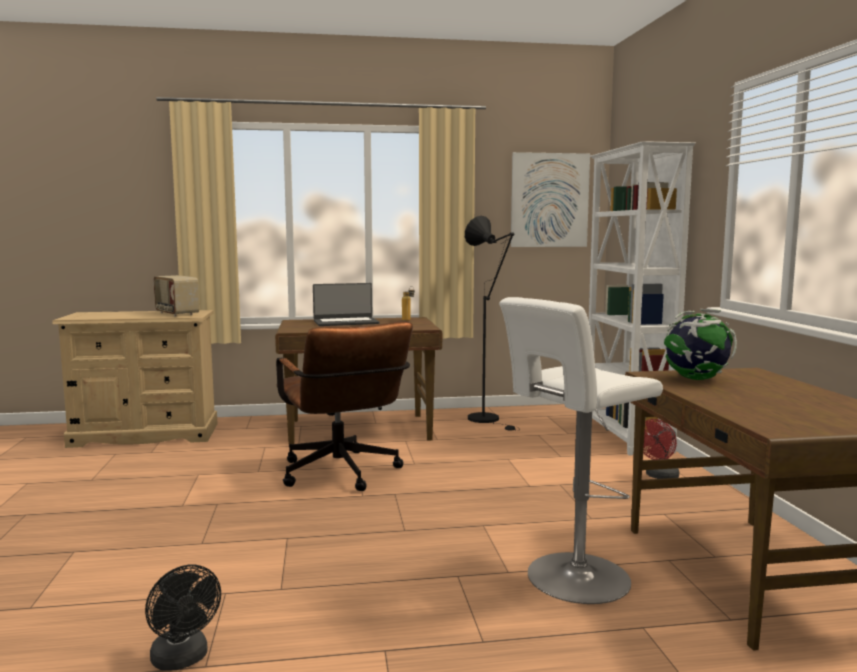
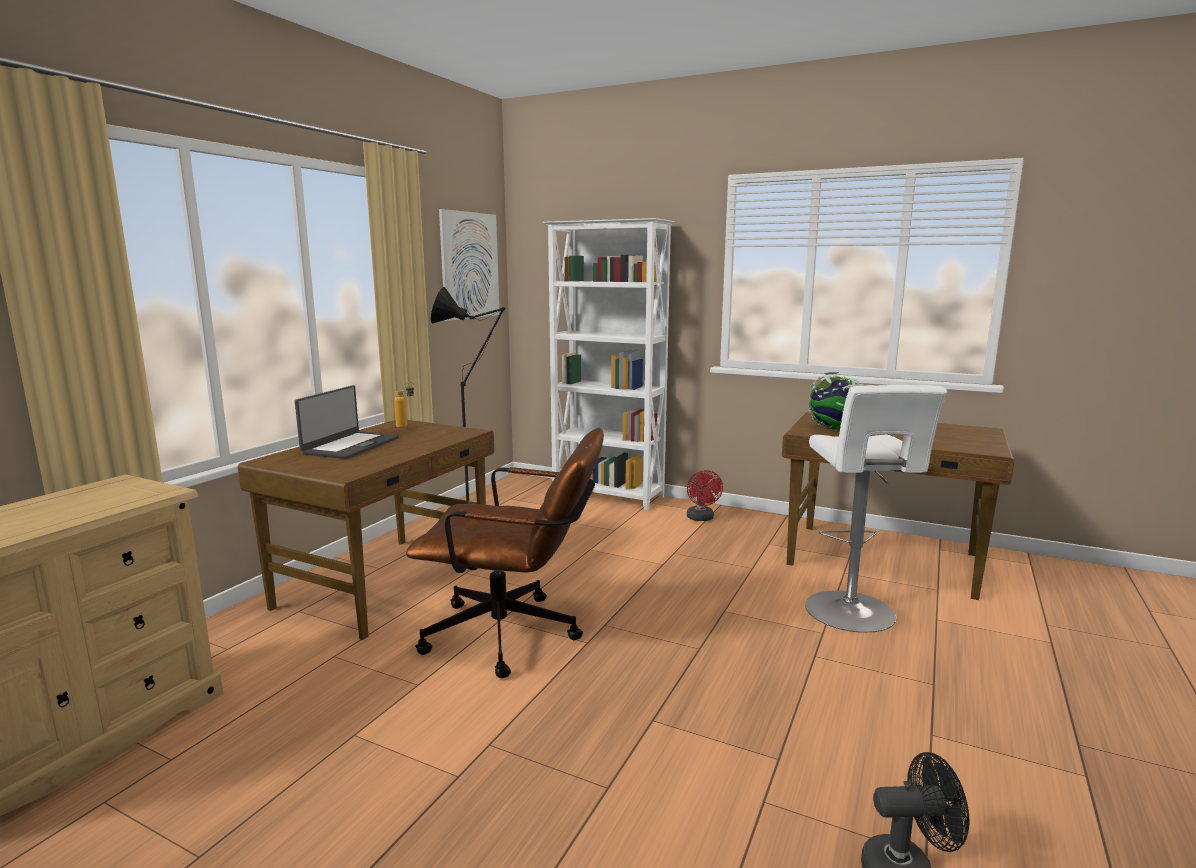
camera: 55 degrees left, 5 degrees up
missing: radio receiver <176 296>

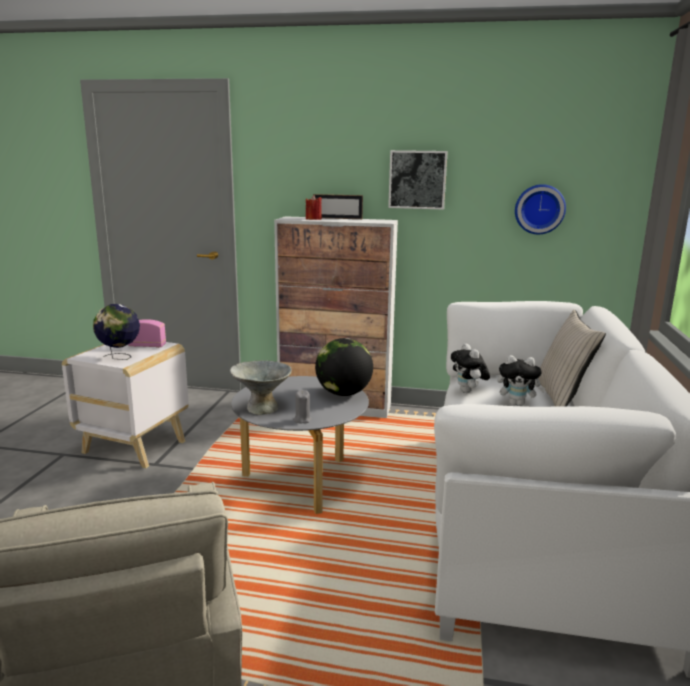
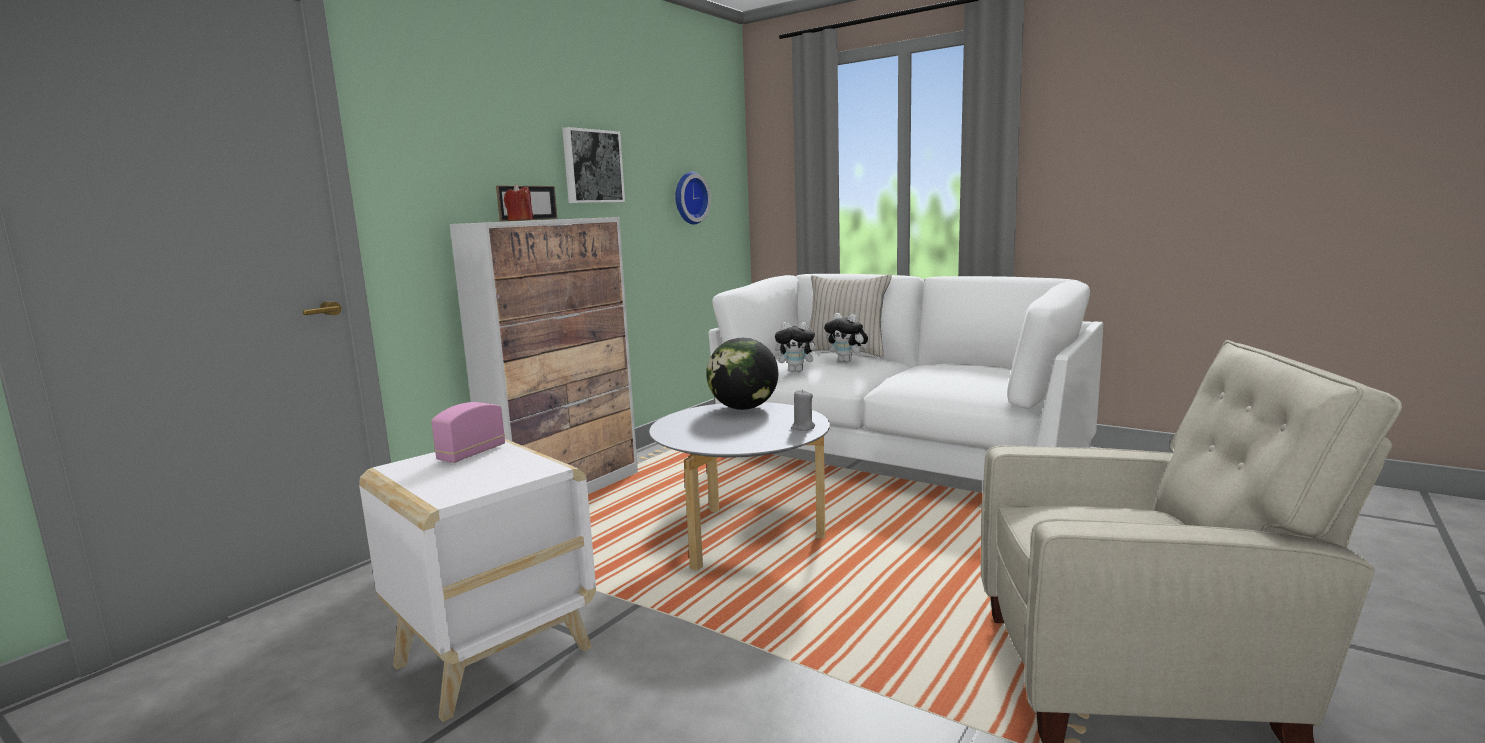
camera: 65 degrees left, 5 degrees down
missing: globe <116 332>; gray serving bowl <261 387>
spun: cuddly toy <521 380> = <846 338> 90 degrees clockwise

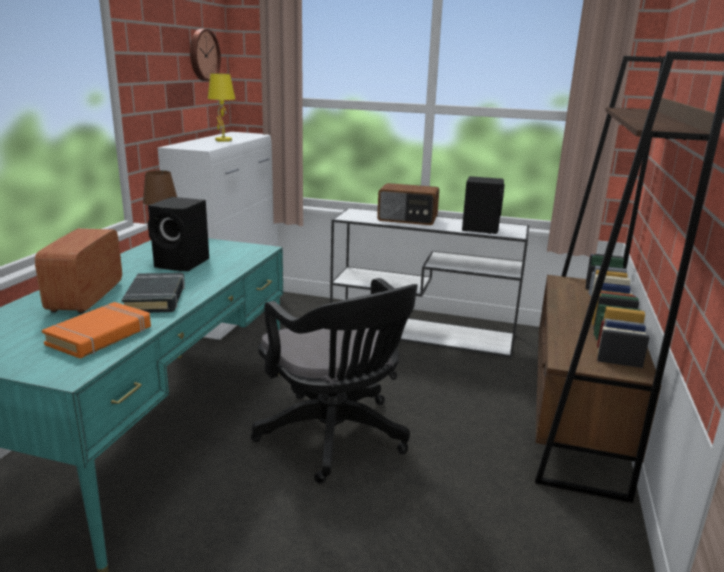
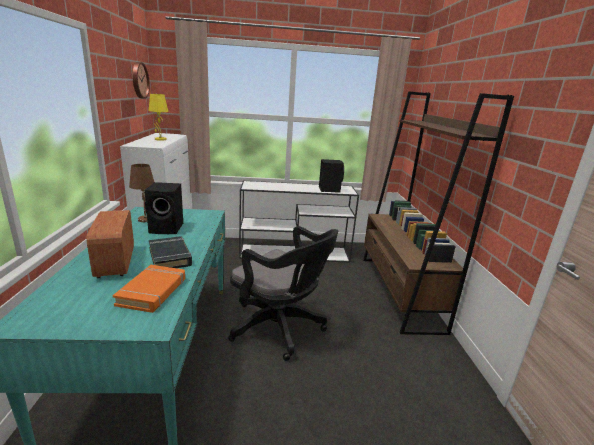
camera: 20 degrees left, 0 degrees up
missing: radio receiver <408 204>

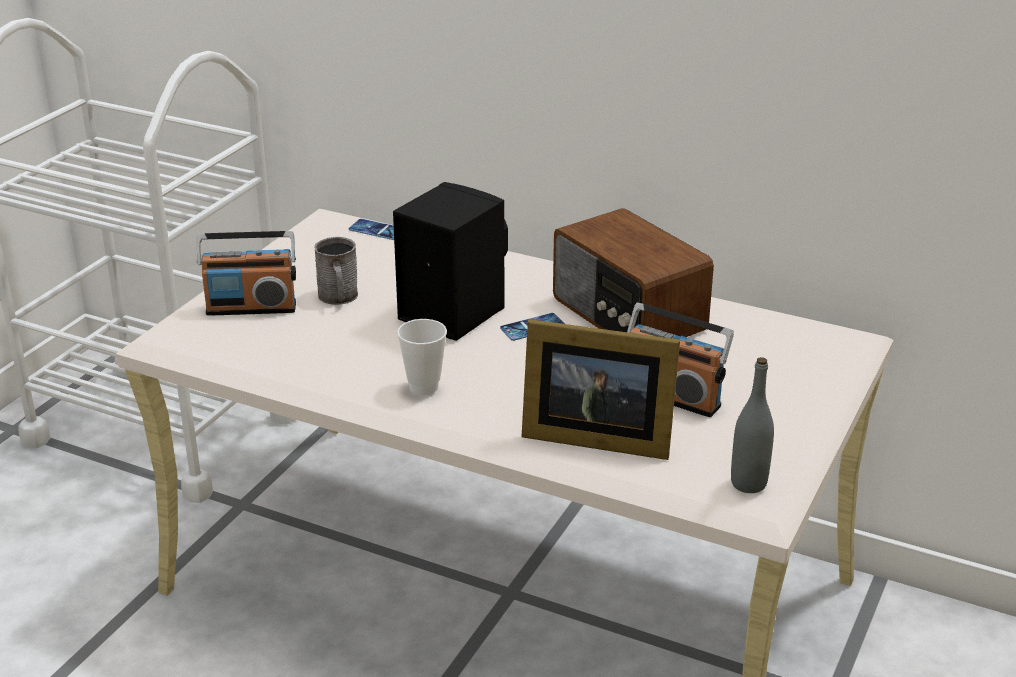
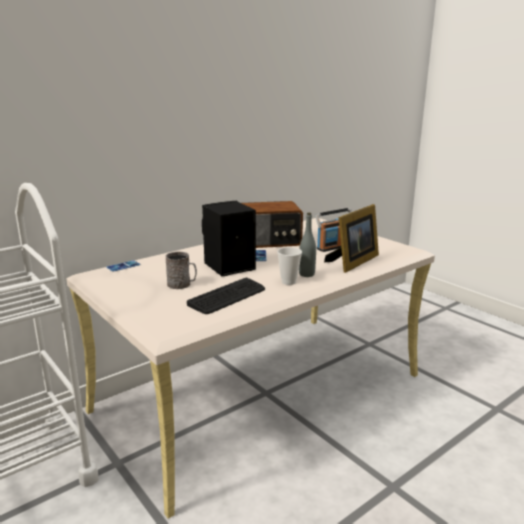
camera: 65 degrees left, 10 degrees down
missing: radio receiver <246 273>
appeared: PC keyboard <226 296>
relocated: gray drink bottle <752 425> to <307 245>

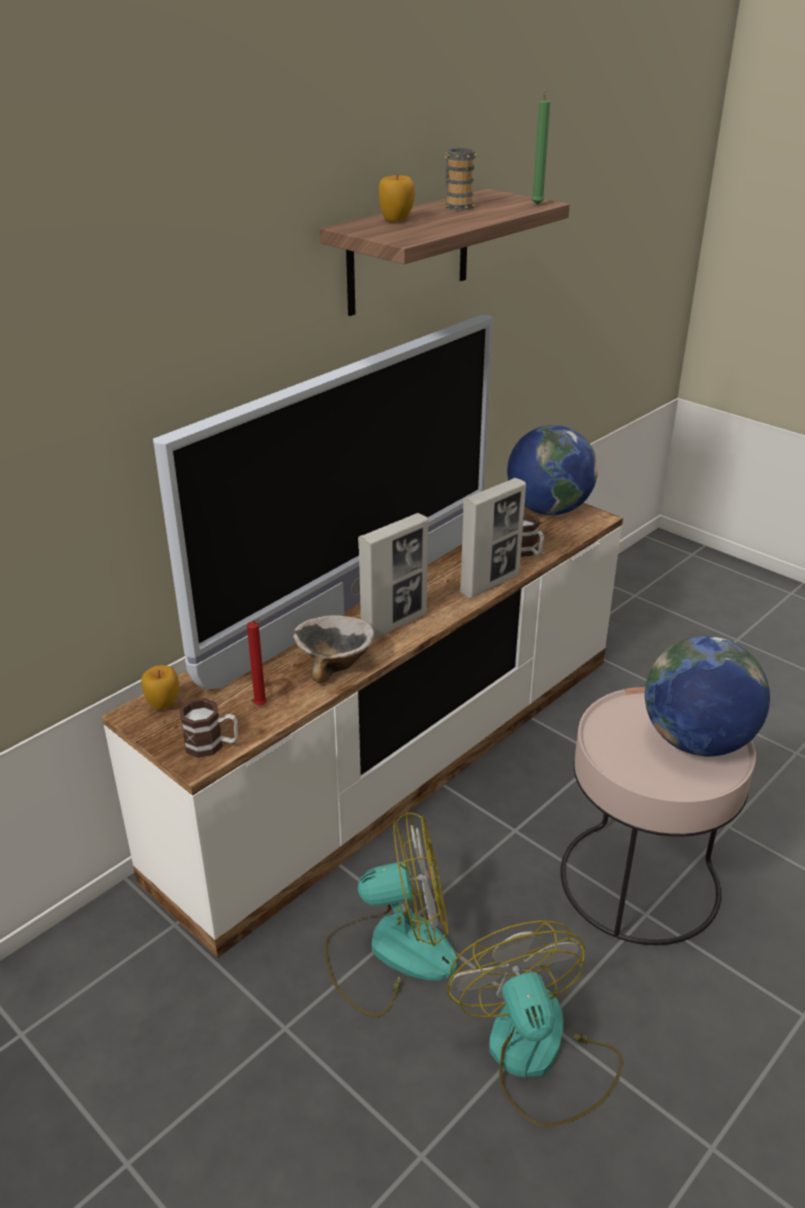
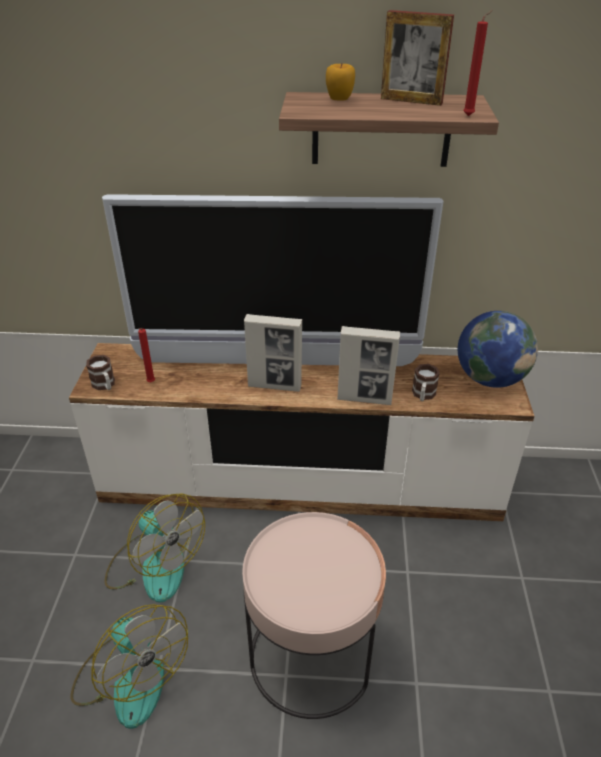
camera: 50 degrees right, 5 degrees up
missing: serving bowl <333 649>; globe <707 696>; apple fruit <160 687>
exchanged: tea mug <461 179> to standing frame <417 58>
colour: green-coloured wax light <540 146> to red wax light <478 63>
spun: fan <535 1024> = <129 666> 105 degrees clockwise

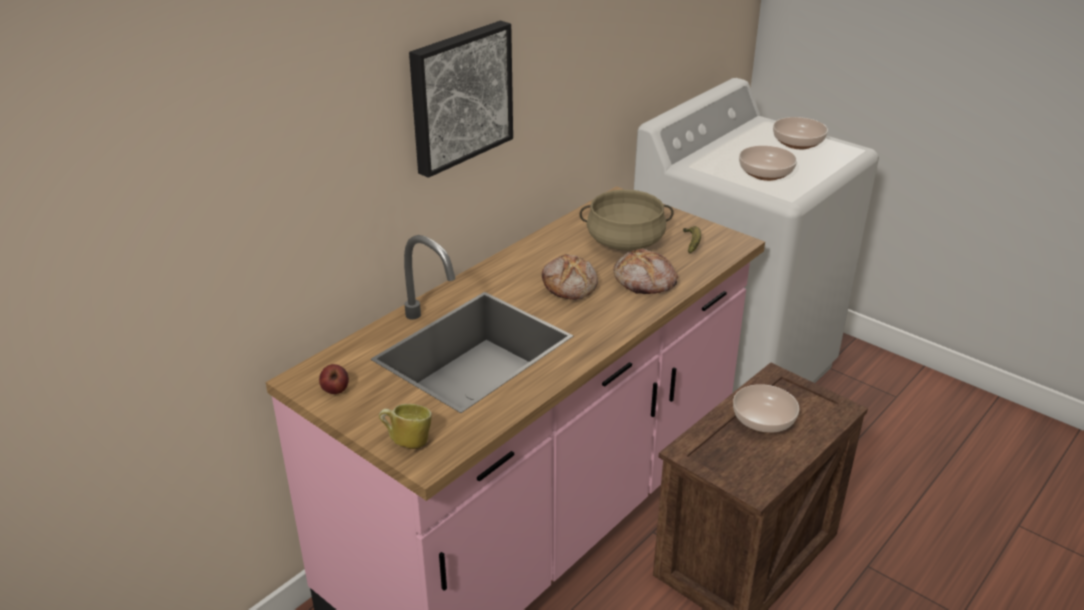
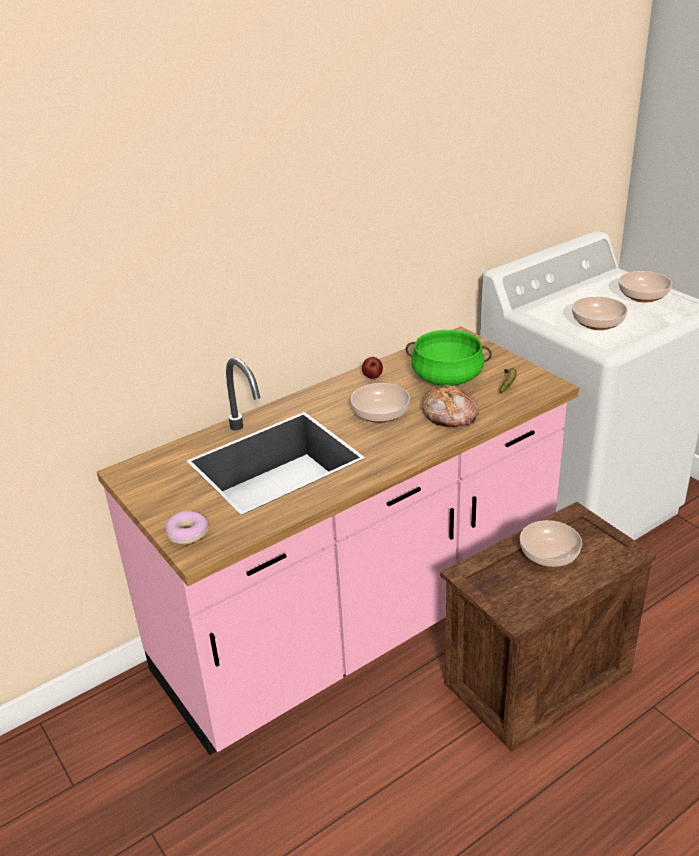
camera: 15 degrees right, 0 degrees up
missing: wall picture <461 99>
relocated: apple fruit <334 379> to <372 368>
exchanged: bread <570 277> to serving bowl <380 403>; tea mug <405 426> to ring doughnut <187 528>
colour: sand-coloured stockpot <626 220> to green-coloured stockpot <449 358>

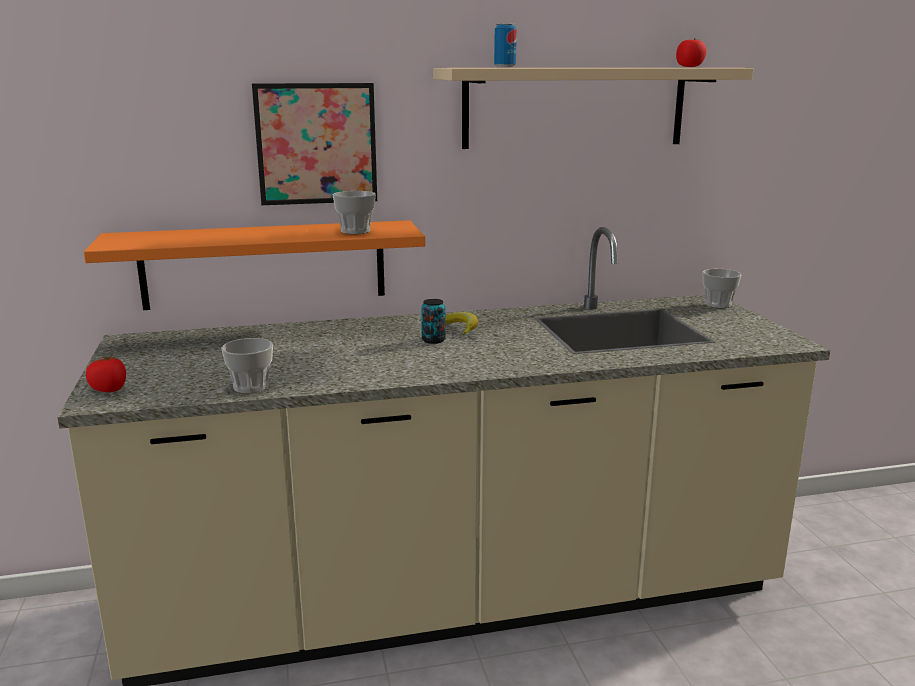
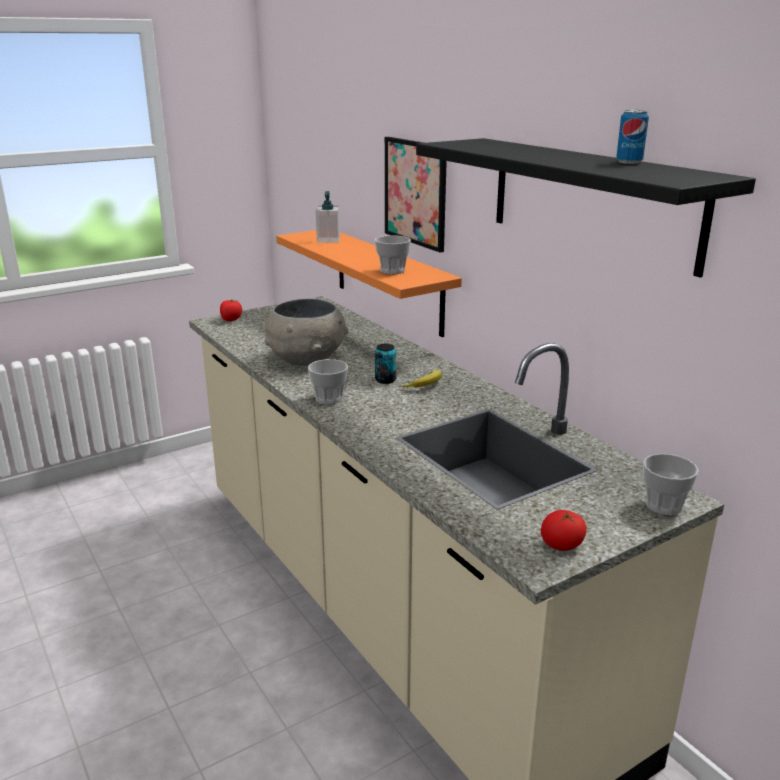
camera: 70 degrees right, 5 degrees up
appeared: liquid soap bottle <328 217>; gray serving bowl <306 332>
relocated: metal can <505 45> to <632 136>; tomato <691 52> to <564 530>; small cup <247 366> to <328 382>
colour: sand-coloured wall shelf <593 108> to blackish wall shelf <586 207>

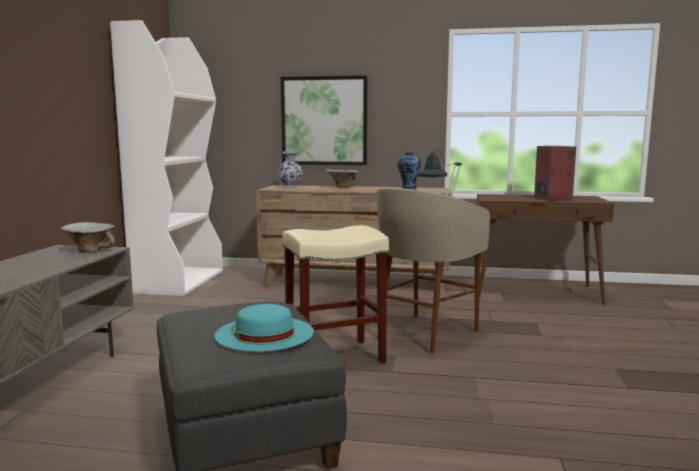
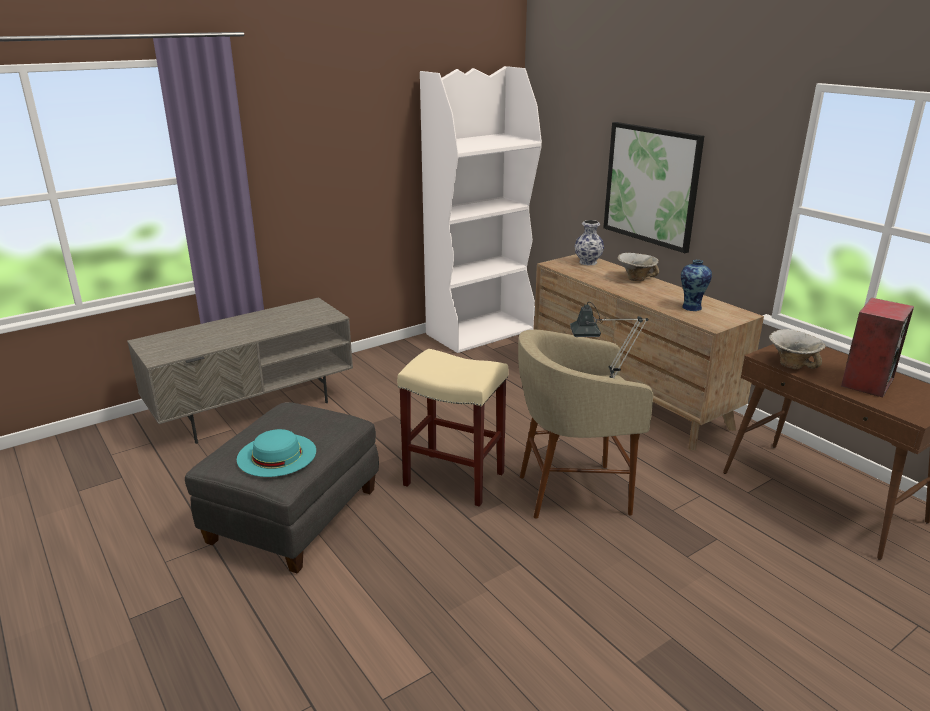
camera: 45 degrees right, 15 degrees up
relocated: serving bowl <88 237> to <797 349>

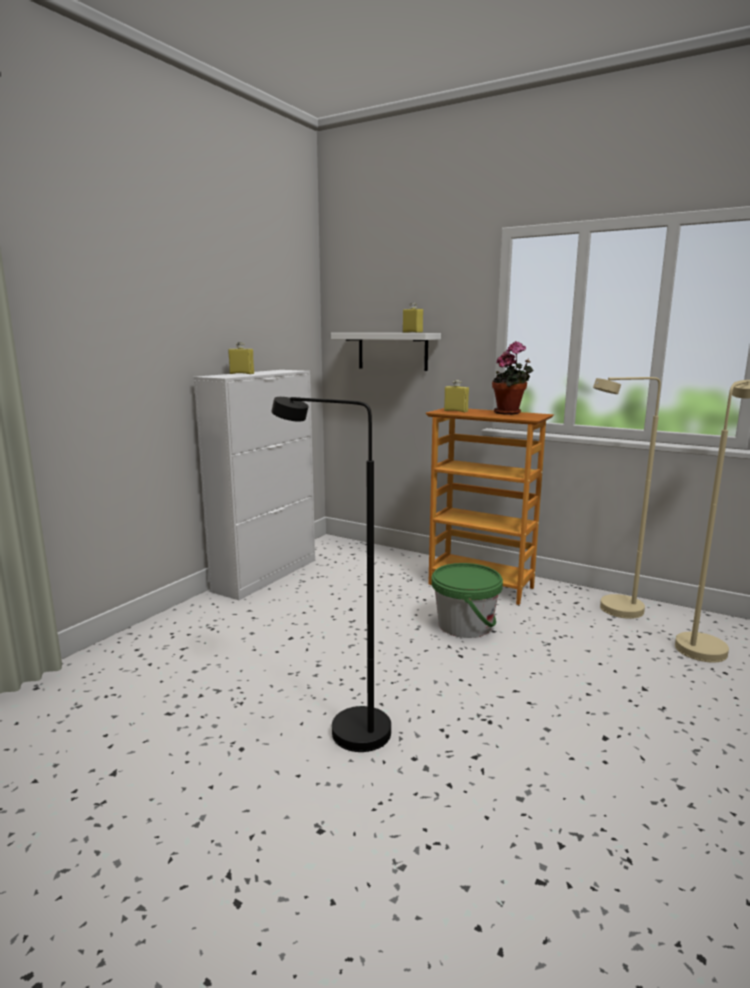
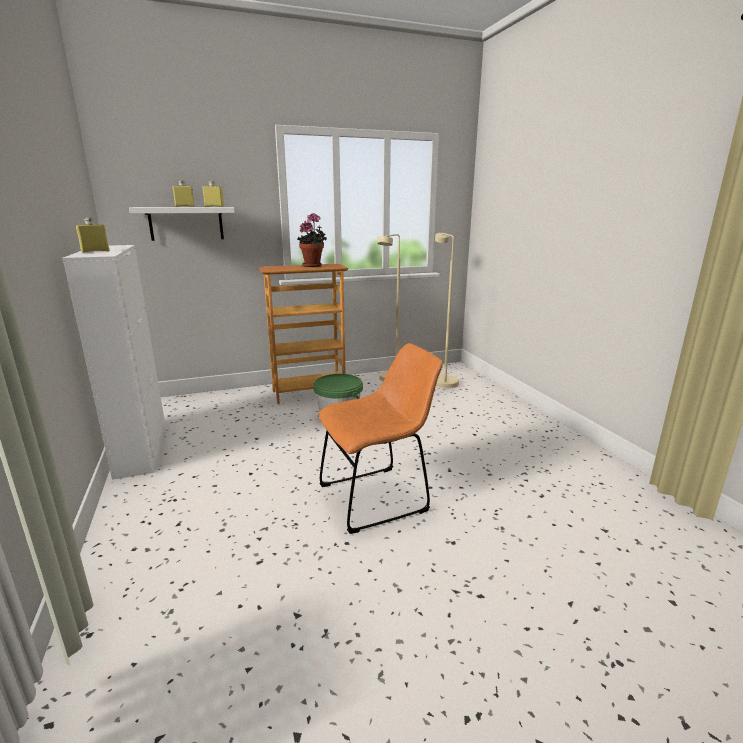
camera: 50 degrees left, 5 degrees up
relocated: yellow-coloured drink bottle <456 396> to <184 193>
exchanged: blackish standard lamp <331 574> to orangey upright chair <380 438>

